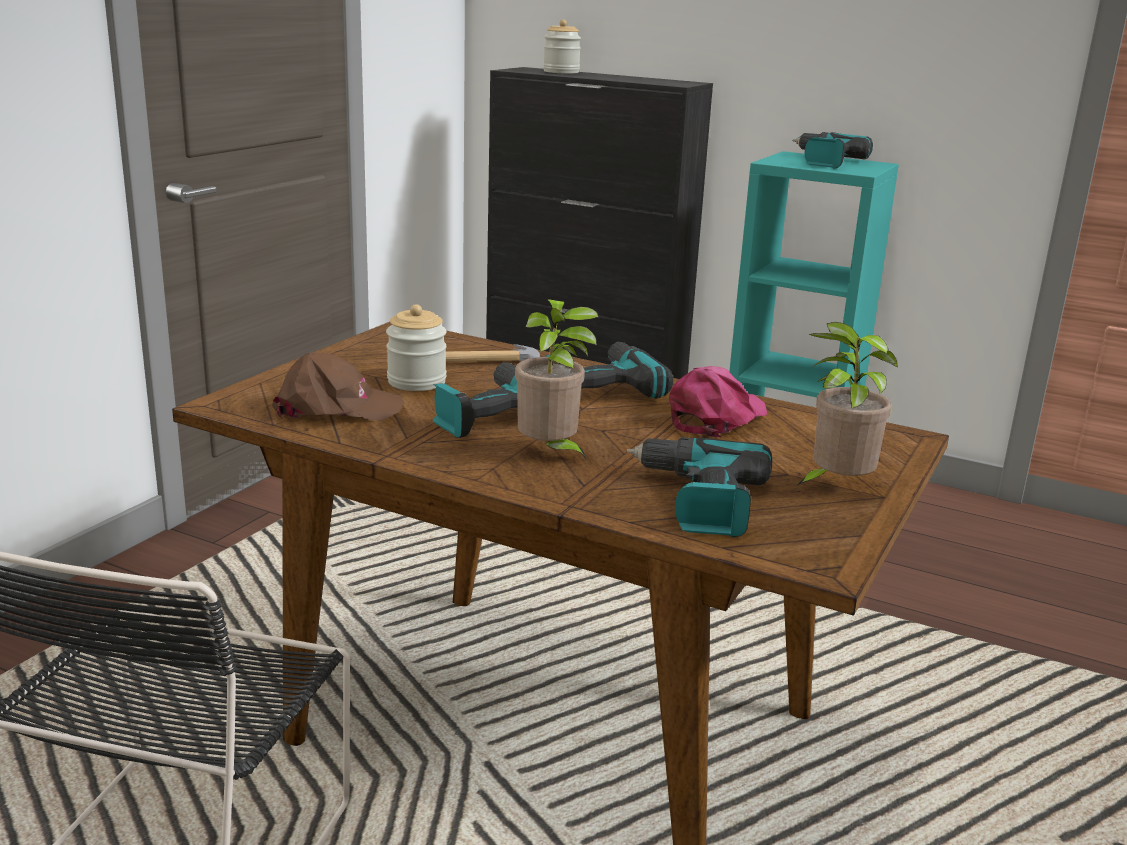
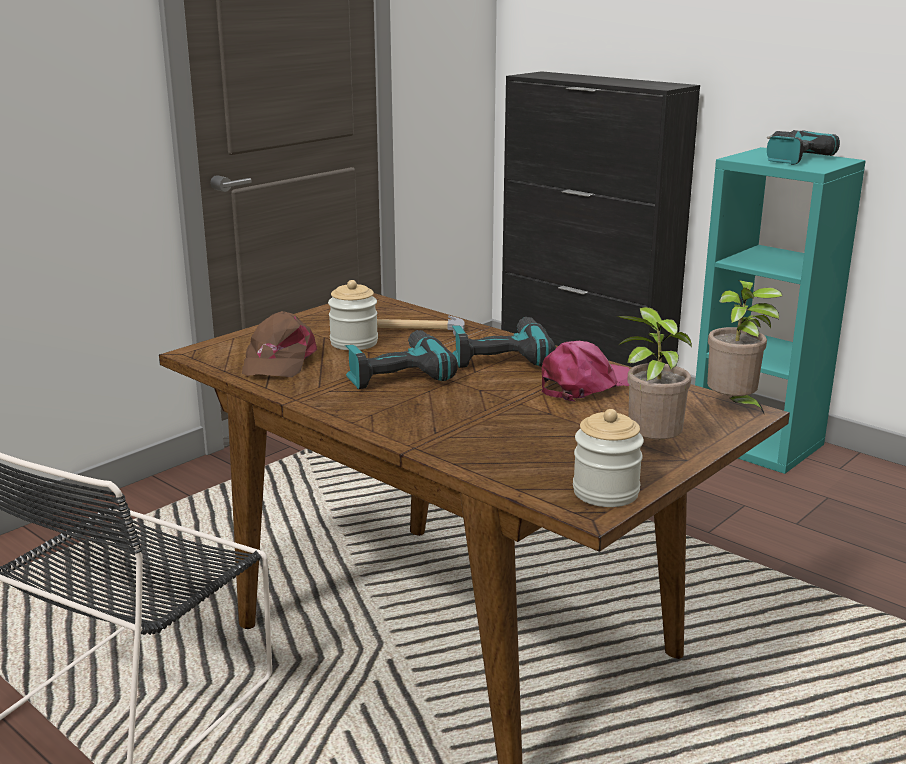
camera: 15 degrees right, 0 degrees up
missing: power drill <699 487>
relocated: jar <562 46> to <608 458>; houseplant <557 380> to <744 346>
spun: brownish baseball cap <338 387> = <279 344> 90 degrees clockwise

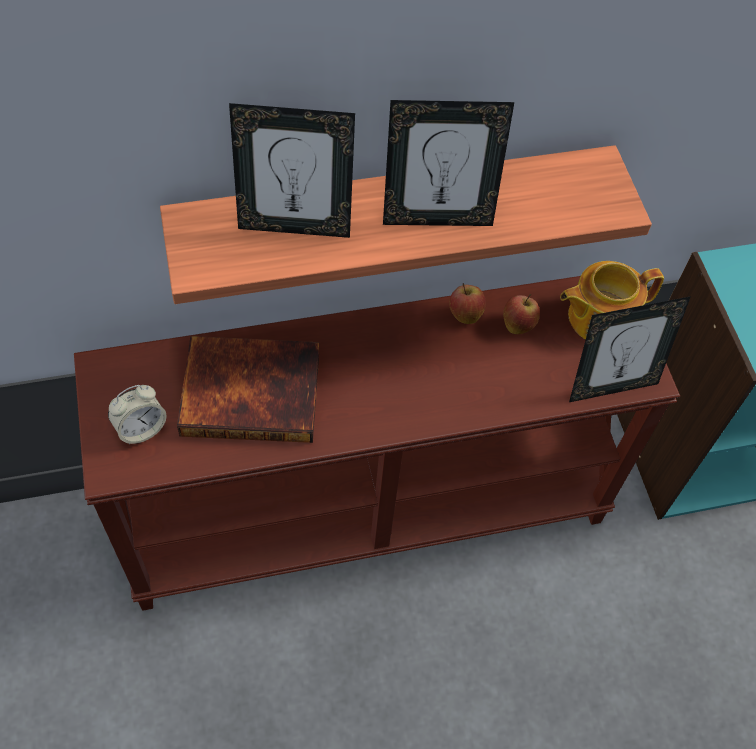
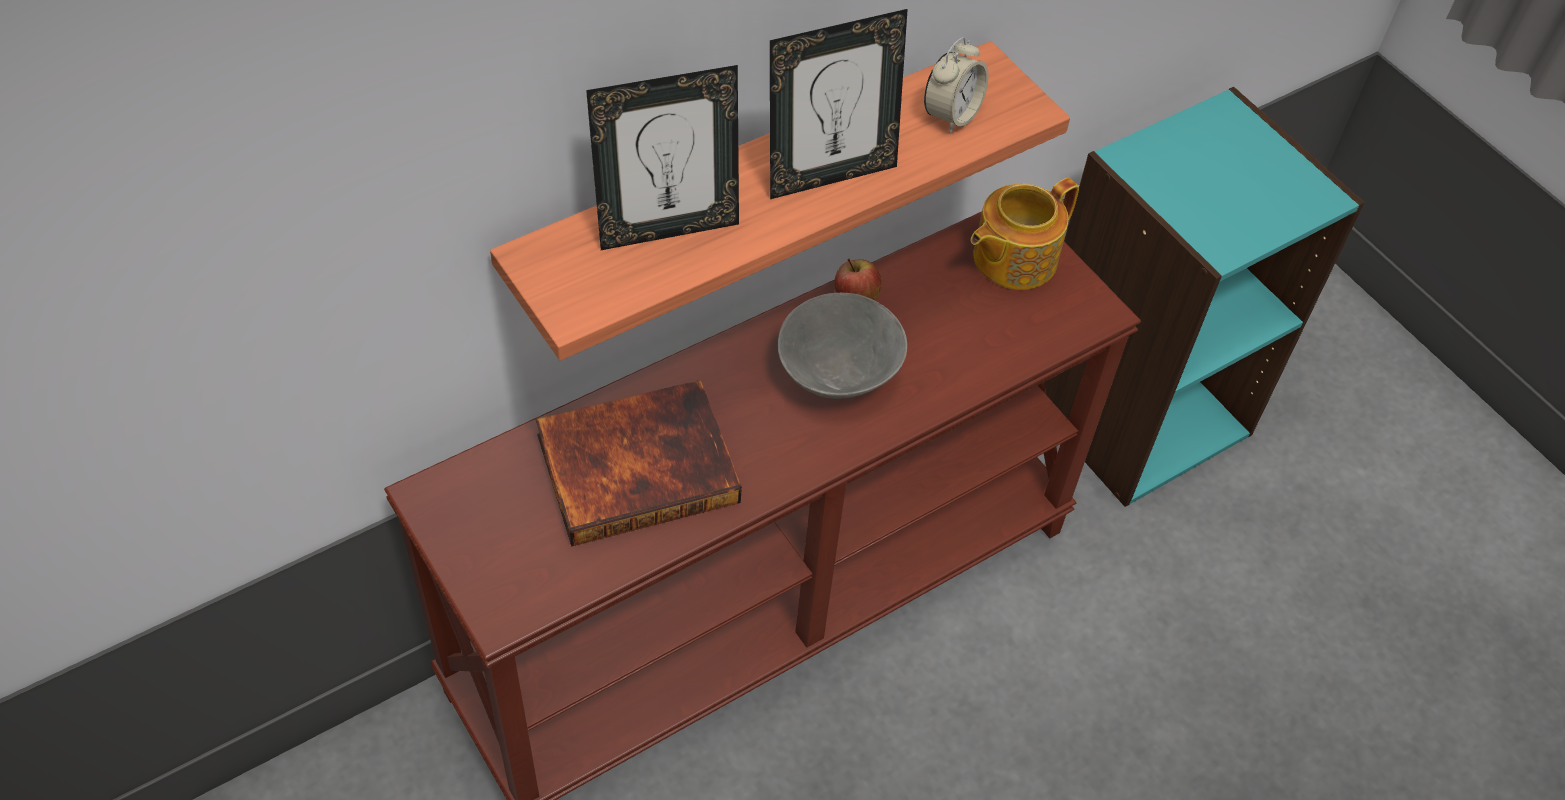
camera: 20 degrees left, 5 degrees down
missing: apple fruit <521 314>; standing frame <630 349>
appeared: gray serving bowl <842 346>
relocated: bedside clock <137 415> to <956 85>

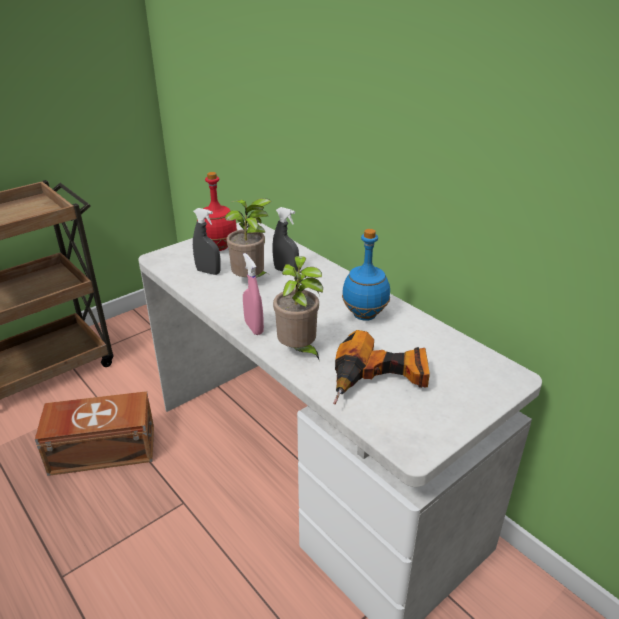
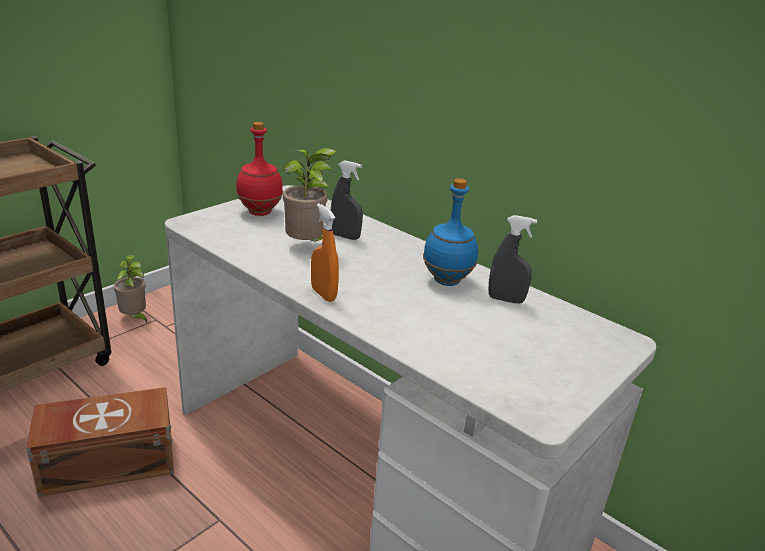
camera: 10 degrees left, 5 degrees down
missing: power drill <381 367>
relocated: gray spray bottle <207 241> to <513 259>; houseplant <298 309> to <130 289>
colour: pink-coloured spray bottle <253 294> to orangey spray bottle <325 252>

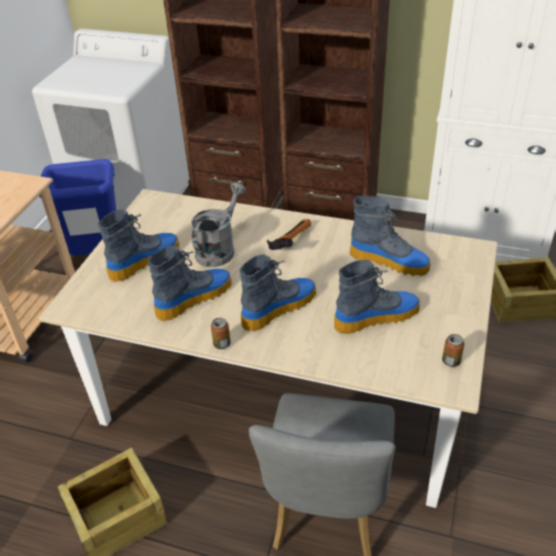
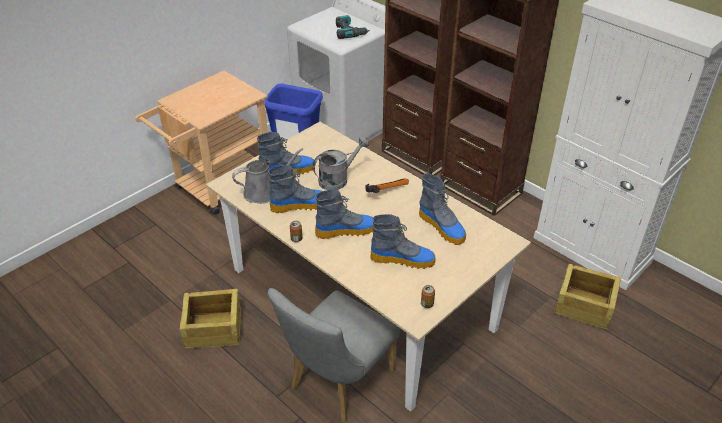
camera: 25 degrees right, 0 degrees up
appeared: power drill <353 27>; gray watering can <267 176>

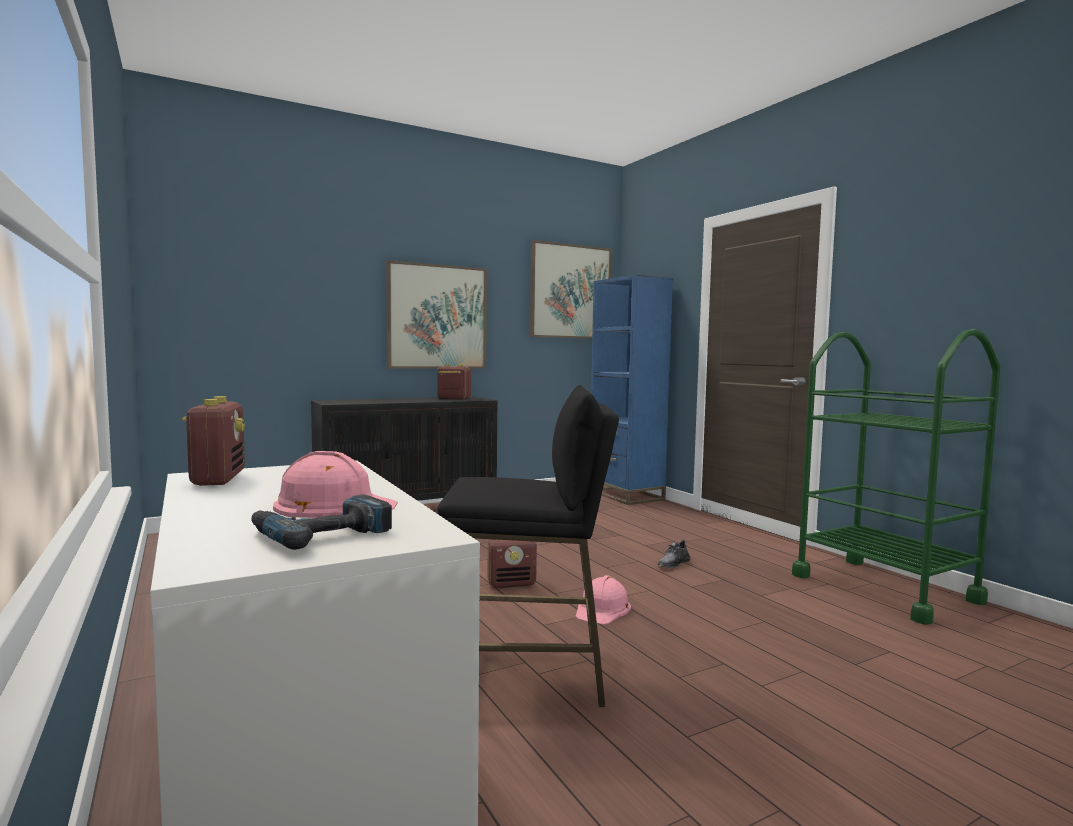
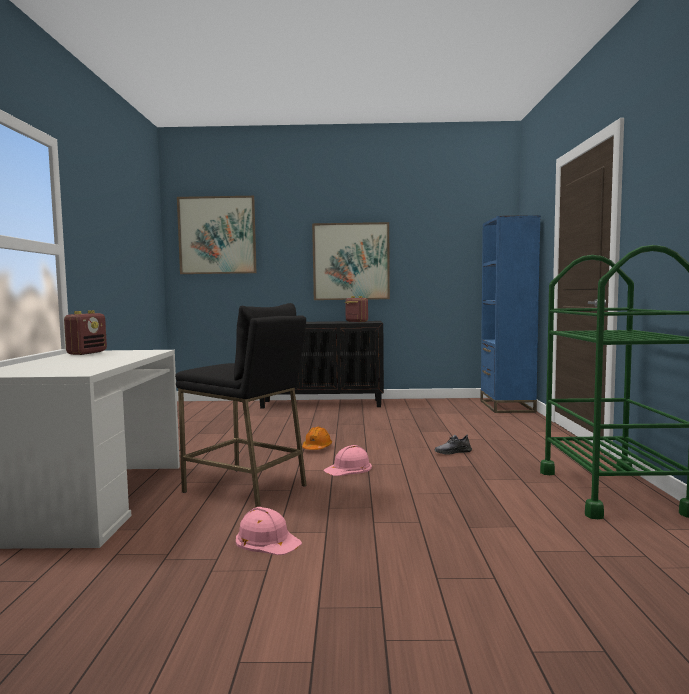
camera: 30 degrees right, 0 degrees up
missing: power drill <321 522>
relocated: wall picture <571 289> to <217 235>; pink-coloured hard hat <335 484> to <269 531>
exchanged: radio receiver <512 563> to orangey hard hat <317 438>

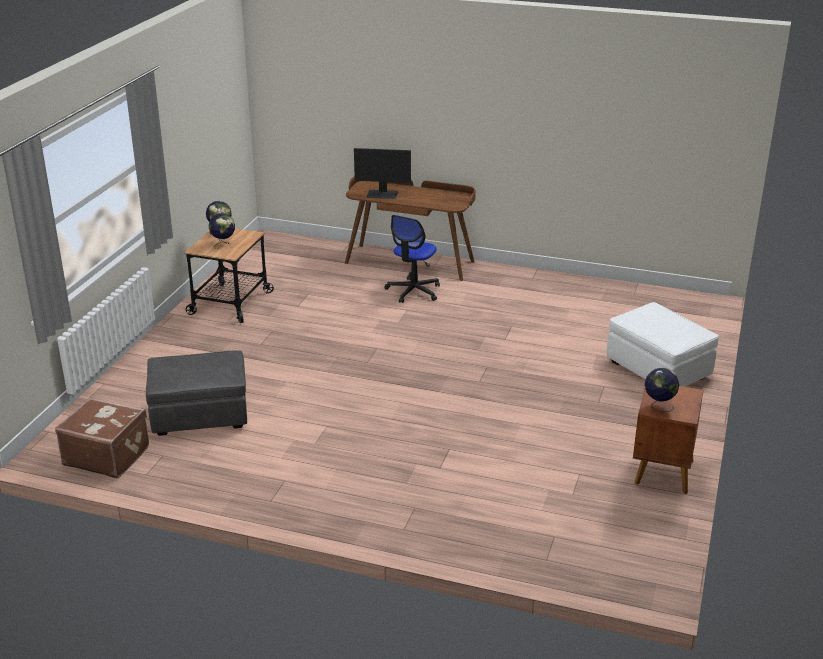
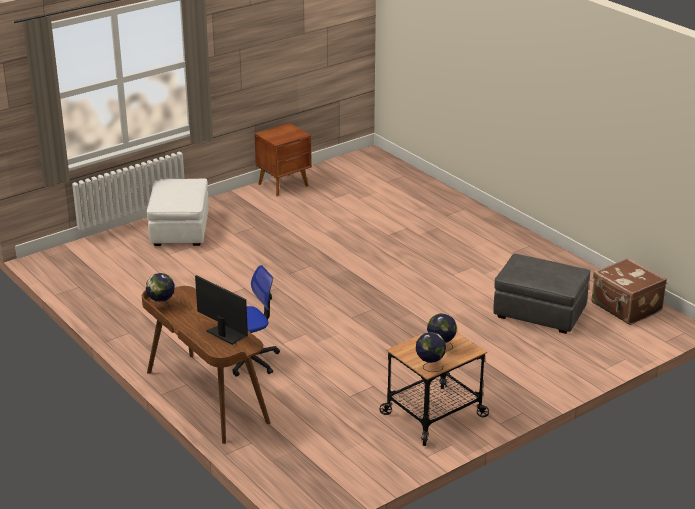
camera: 145 degrees left, 0 degrees up
relocated: globe <662 390> to <160 291>

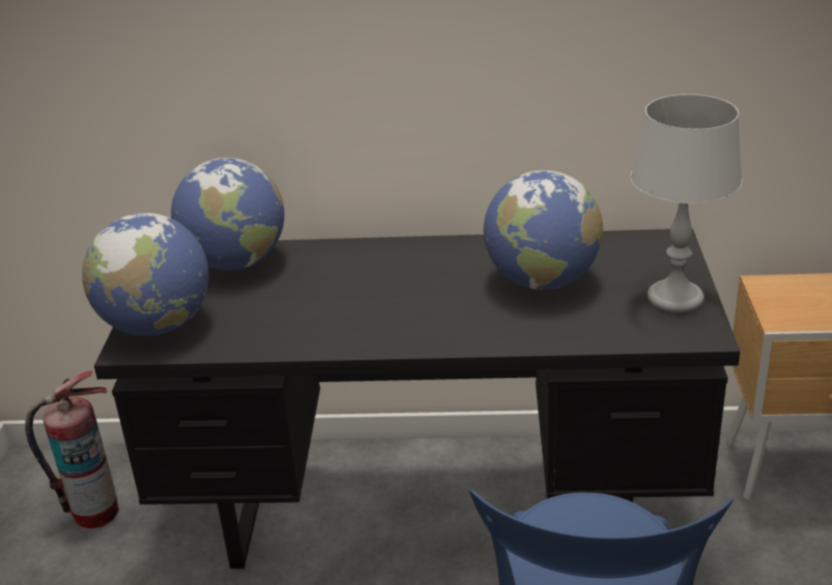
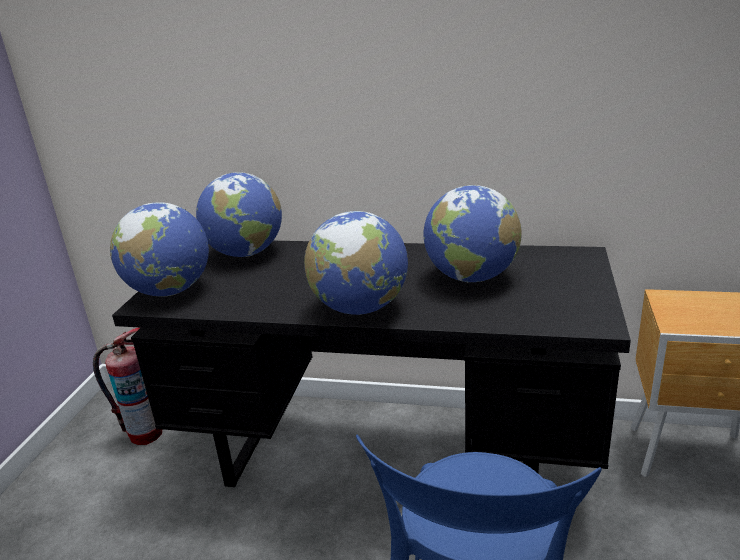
camera: 10 degrees right, 5 degrees down
missing: gray tabletop lamp <686 203>
appeared: globe <356 263>

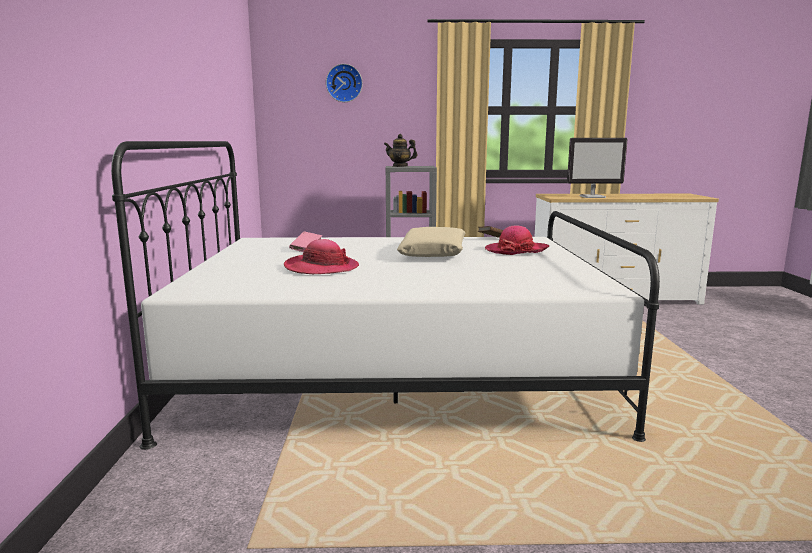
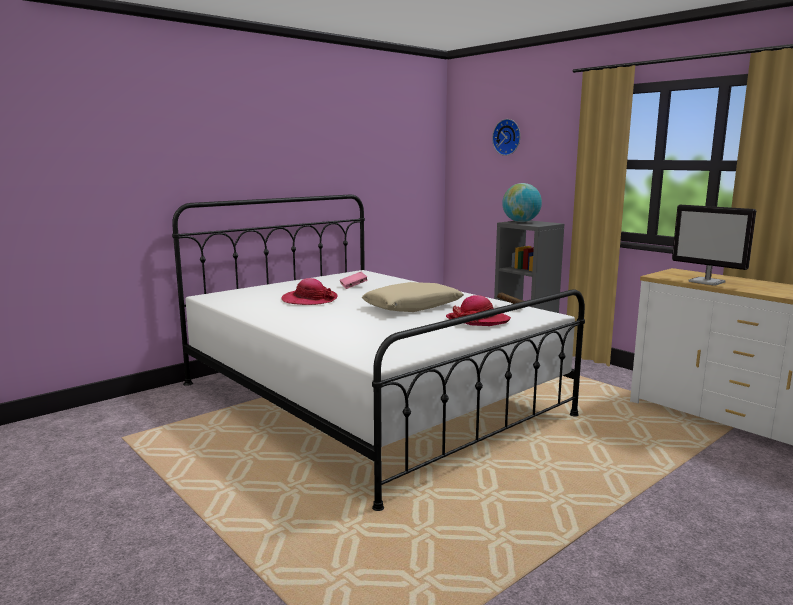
camera: 50 degrees right, 0 degrees up
exchanged: pot for tea <400 150> to globe <522 202>

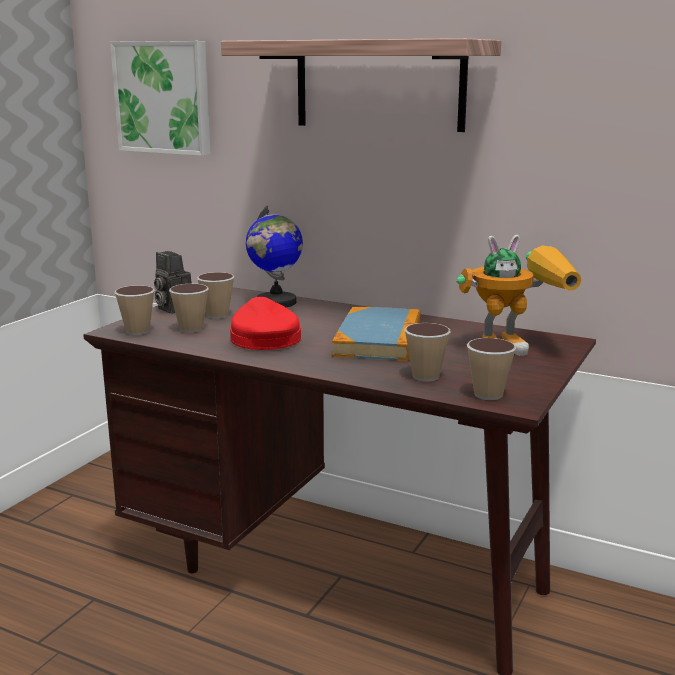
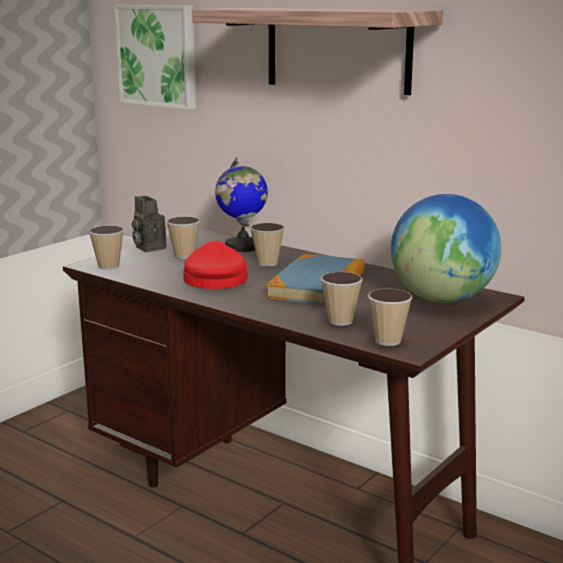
camera: 10 degrees right, 0 degrees up
relocated: small cup <189 308> to <267 244>
exchanged: robot figure <518 295> to globe <446 248>

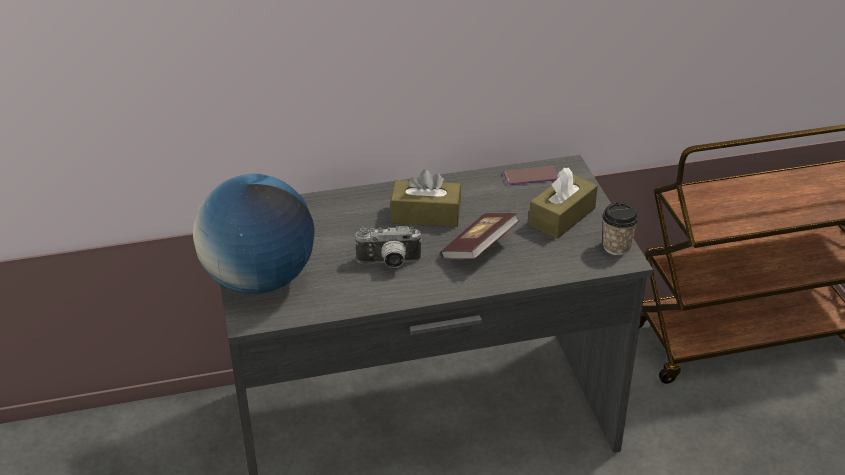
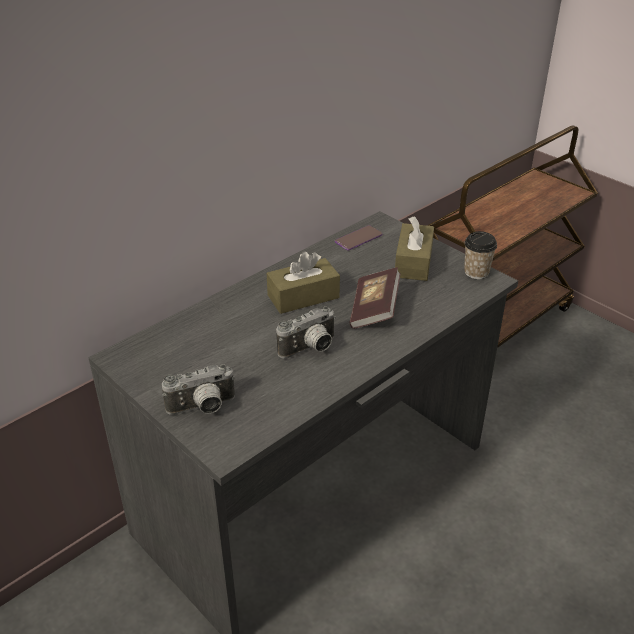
camera: 30 degrees left, 0 degrees up
exchanged: globe <253 234> to photo camera <198 389>

